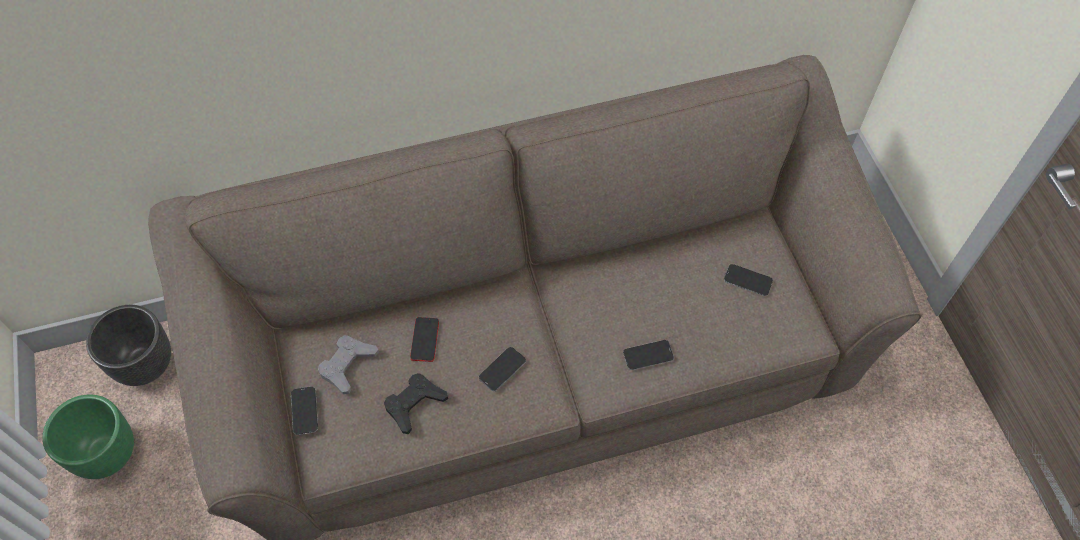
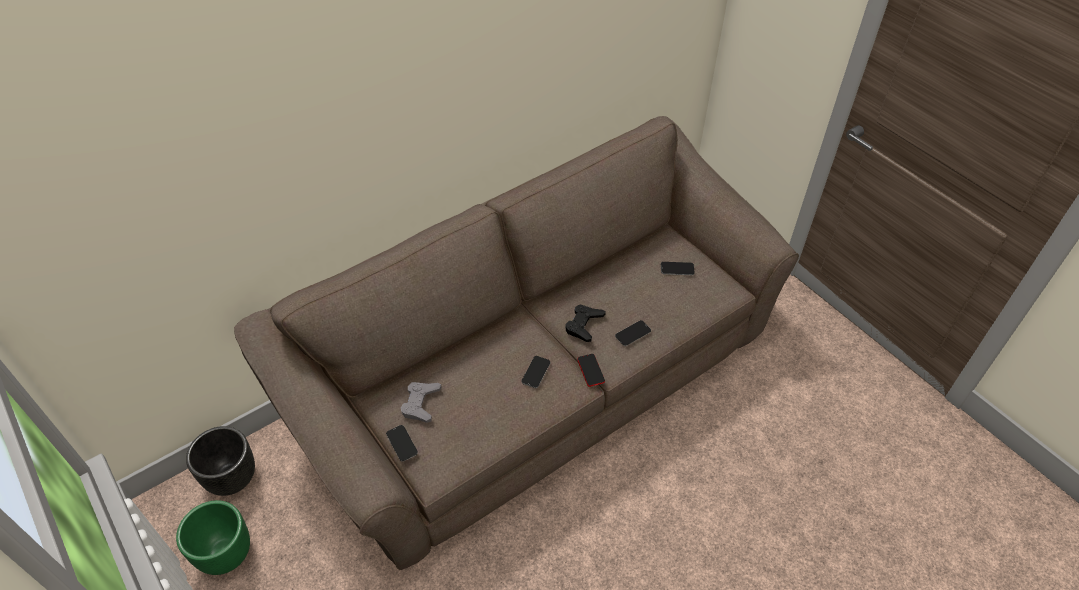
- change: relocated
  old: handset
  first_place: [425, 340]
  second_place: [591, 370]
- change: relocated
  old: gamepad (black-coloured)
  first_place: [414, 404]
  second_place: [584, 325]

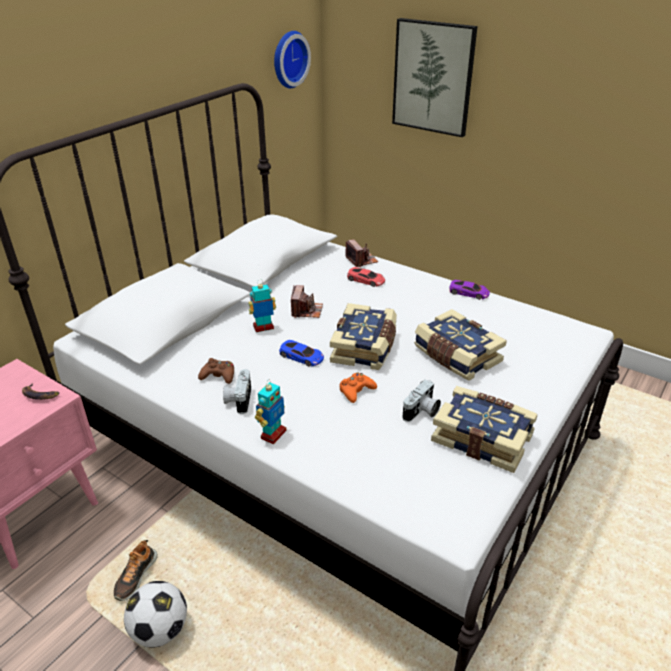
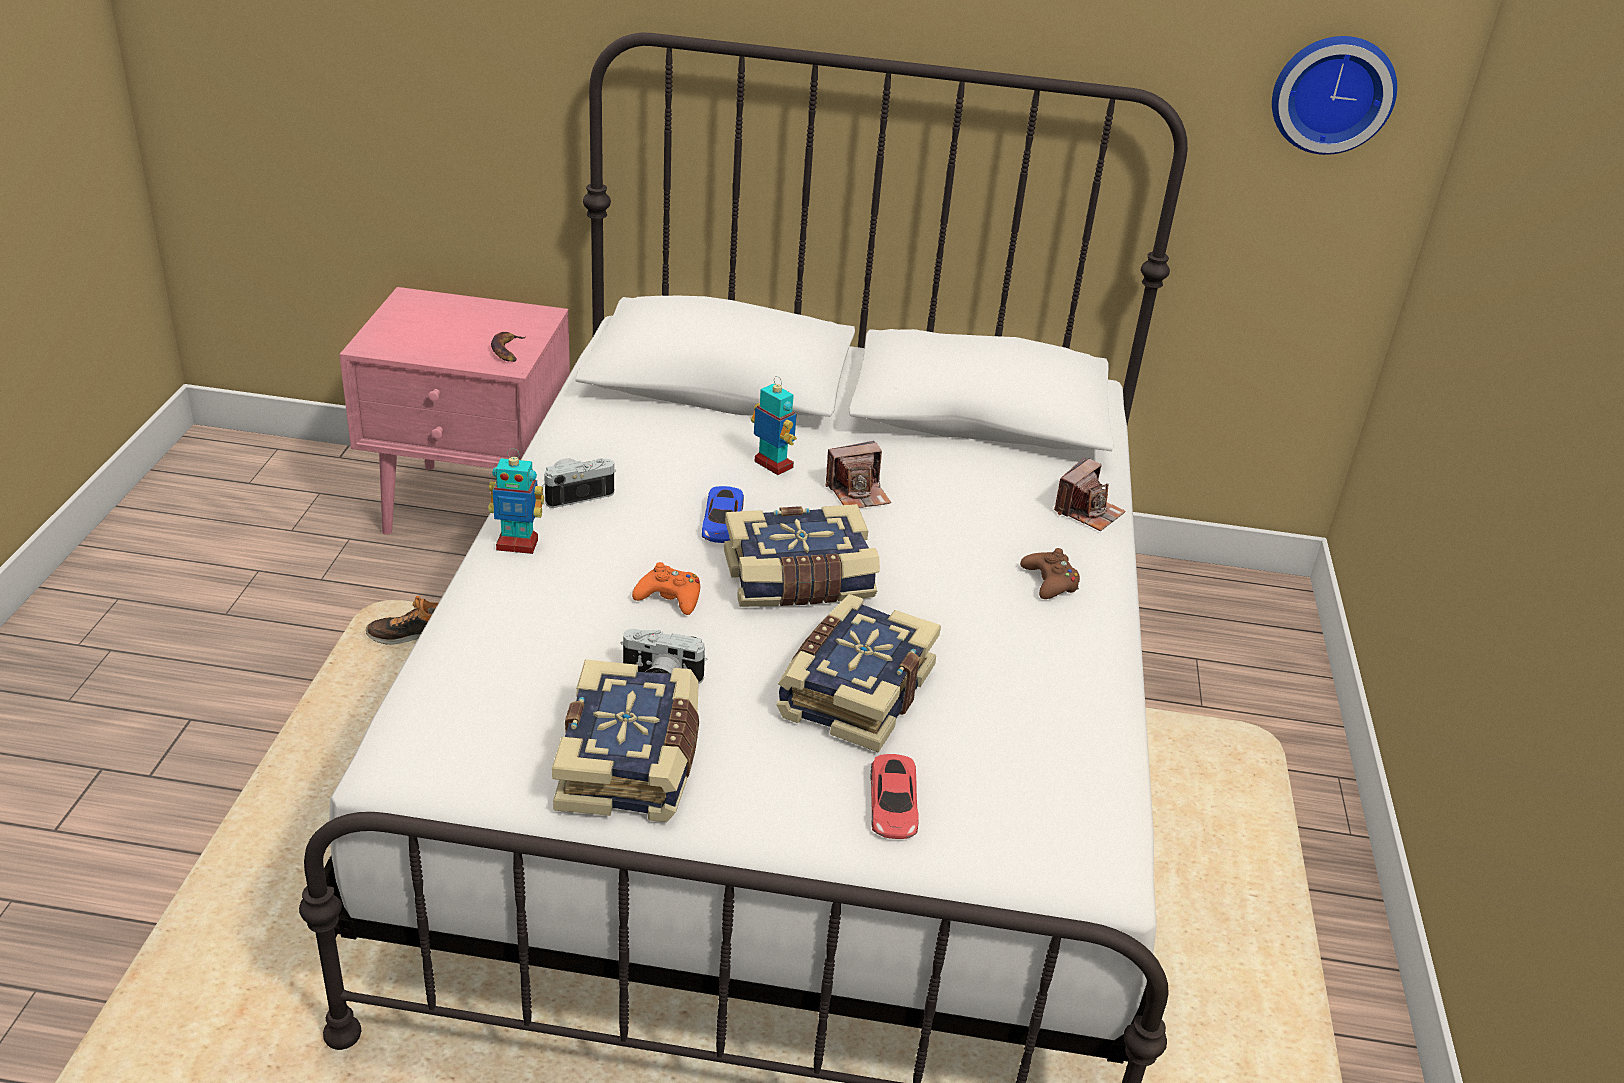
- change: missing
  old: wall art
  first_place: [433, 77]
- change: relocated
  old: toy car (reddish)
  first_place: [366, 280]
  second_place: [893, 803]
- change: missing
  old: toy car (purplish)
  first_place: [469, 293]
- change: relocated
  old: gamepad (brown)
  first_place: [218, 376]
  second_place: [1050, 582]
- change: missing
  old: football
  first_place: [160, 630]

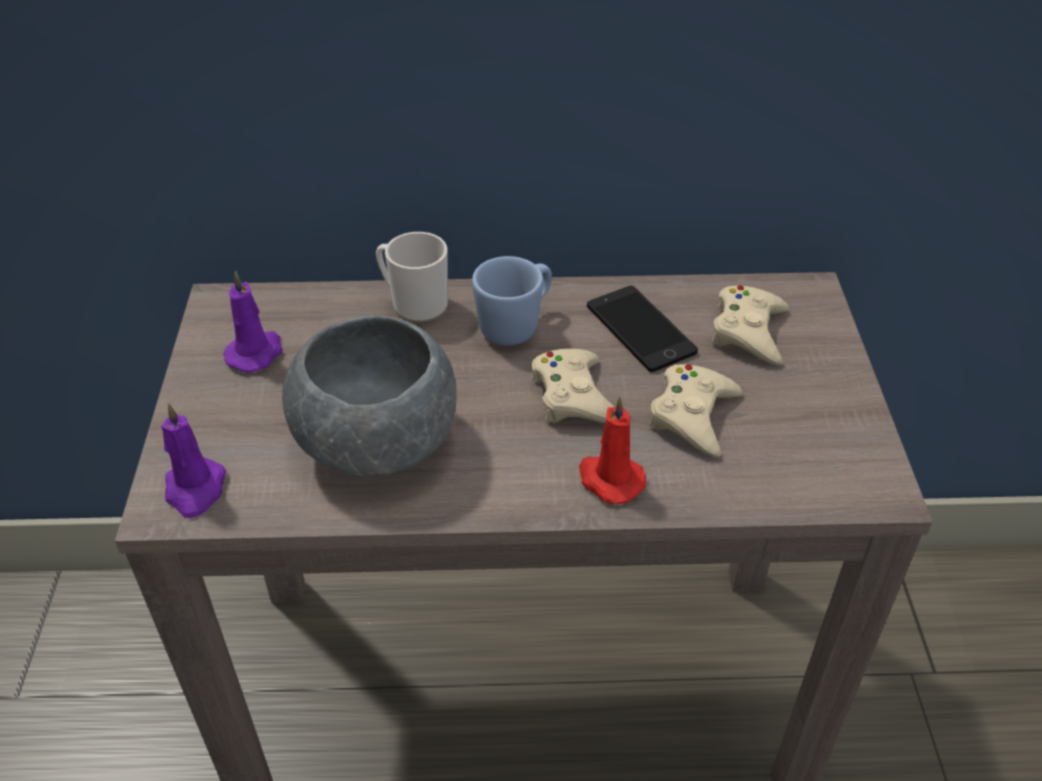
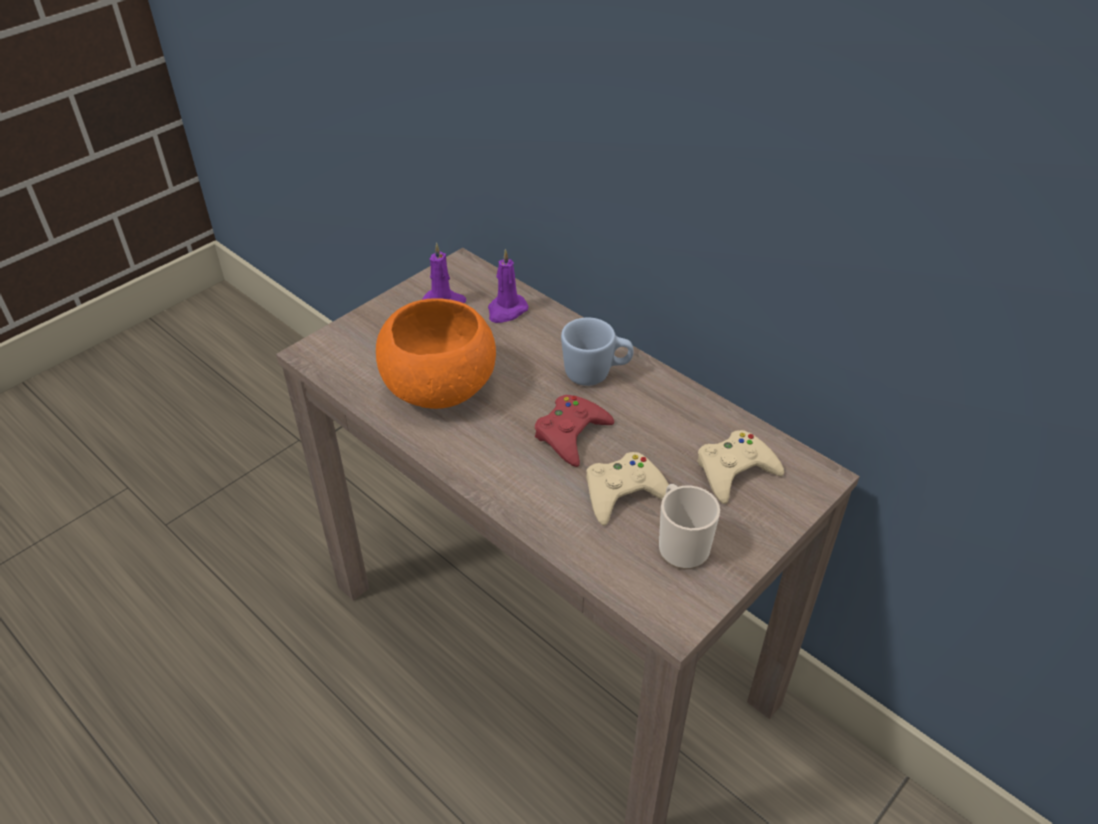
- change: relocated
  old: tea mug
  first_place: [414, 304]
  second_place: [680, 544]
- change: missing
  old: handset
  first_place: [640, 329]
- change: colour
  old: deep dish (greyish)
  new: deep dish (orange-coloured)
  first_place: [378, 441]
  second_place: [440, 387]
- change: colour
  old: gamepad (sand-coloured)
  new: gamepad (reddish)
  first_place: [574, 396]
  second_place: [571, 434]
- change: missing
  old: wax candle (reddish)
  first_place: [609, 479]
- change: relocated
  old: wax candle (purplish)
  first_place: [195, 490]
  second_place: [506, 311]

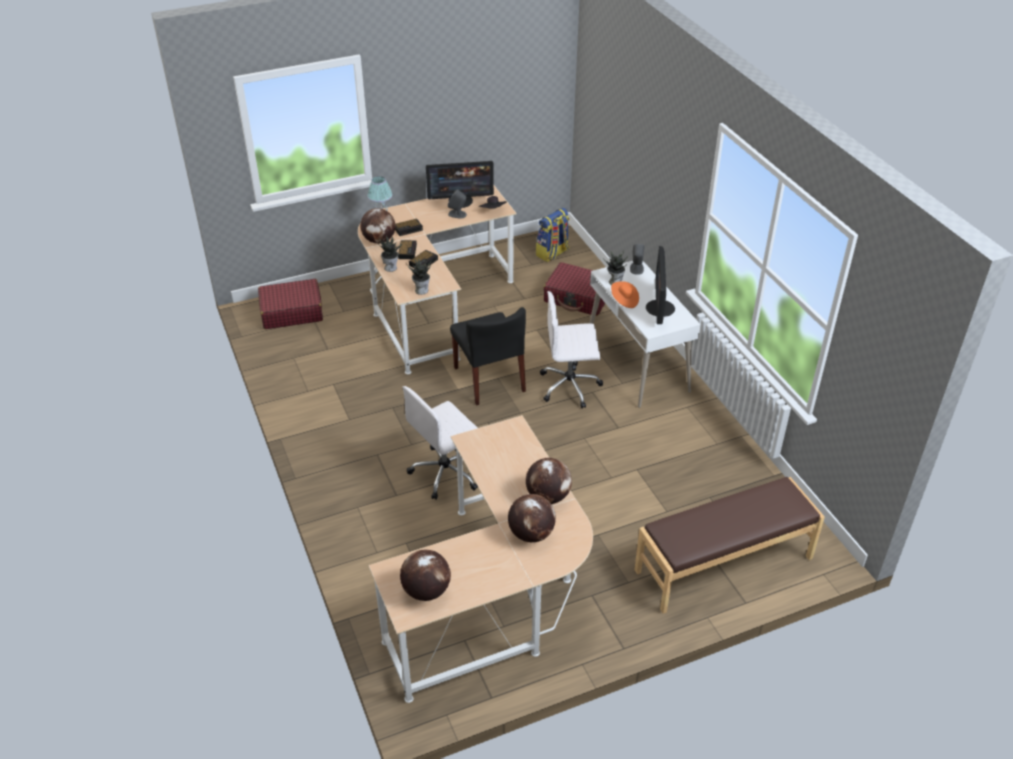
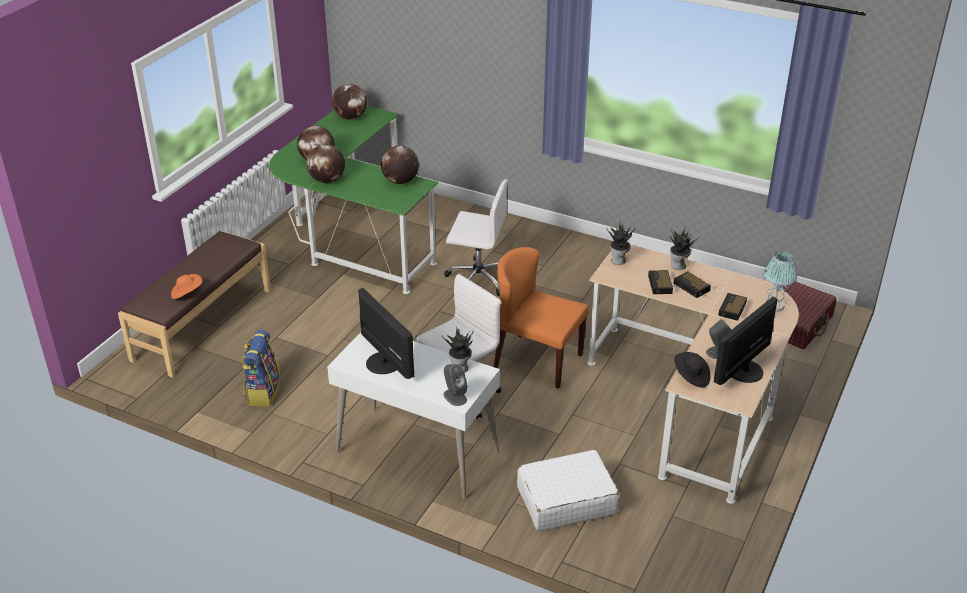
- change: relocated
  old: globe
  first_place: [379, 240]
  second_place: [400, 181]
- change: relocated
  old: backpack
  first_place: [552, 253]
  second_place: [262, 392]
- change: colour
  old: travel case (reddish)
  new: travel case (white-coloured)
  first_place: [578, 297]
  second_place: [565, 500]
- change: relocated
  old: clothing hat (orange-coloured)
  first_place: [624, 300]
  second_place: [187, 293]
- change: colour
  old: plain chair (black-coloured)
  new: plain chair (orange-coloured)
  first_place: [489, 379]
  second_place: [537, 360]
- change: spun
  old: desk chair (white-coloured)
  first_place: [446, 472]
  second_place: [477, 279]
  degrees: 90
- change: colour
  old: desk table (sand-coloured)
  new: desk table (green-coloured)
  first_place: [496, 597]
  second_place: [353, 235]

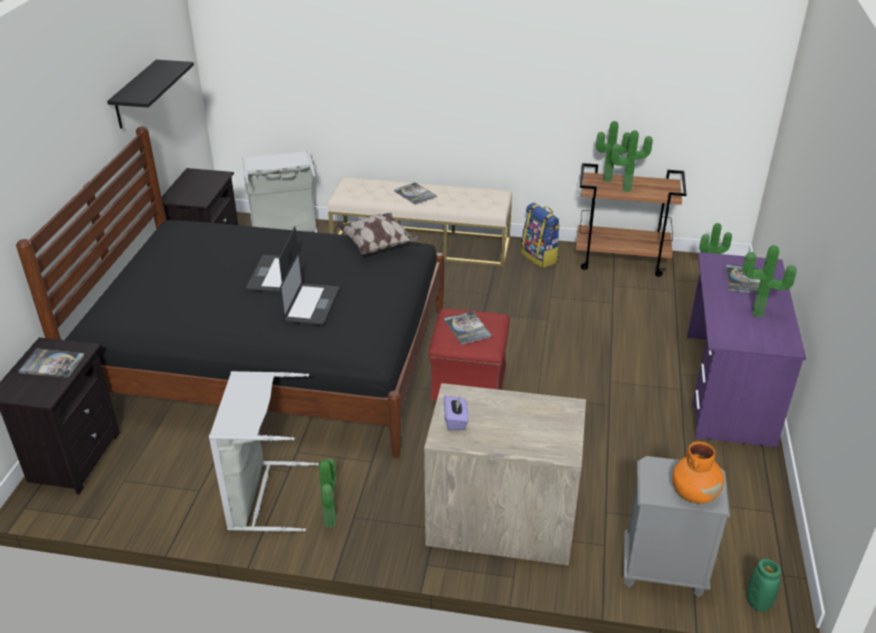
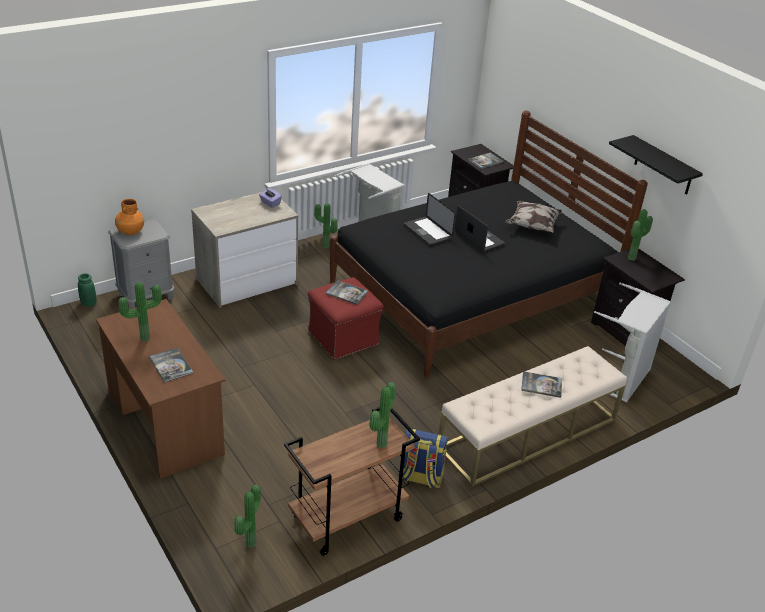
- change: relocated
  old: houseplant
  first_place: [626, 189]
  second_place: [633, 259]
- change: relocated
  old: throw pillow
  first_place: [378, 246]
  second_place: [532, 226]
- change: colour
  old: desk table (purplish)
  new: desk table (brown)
  first_place: [727, 388]
  second_place: [165, 422]

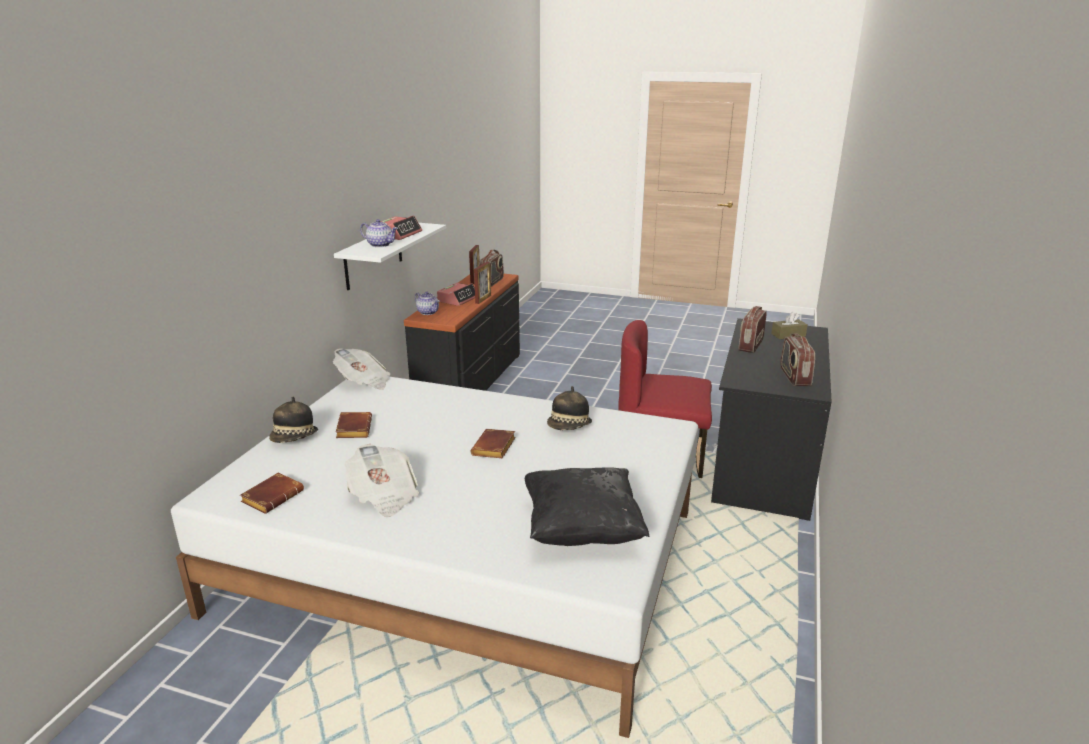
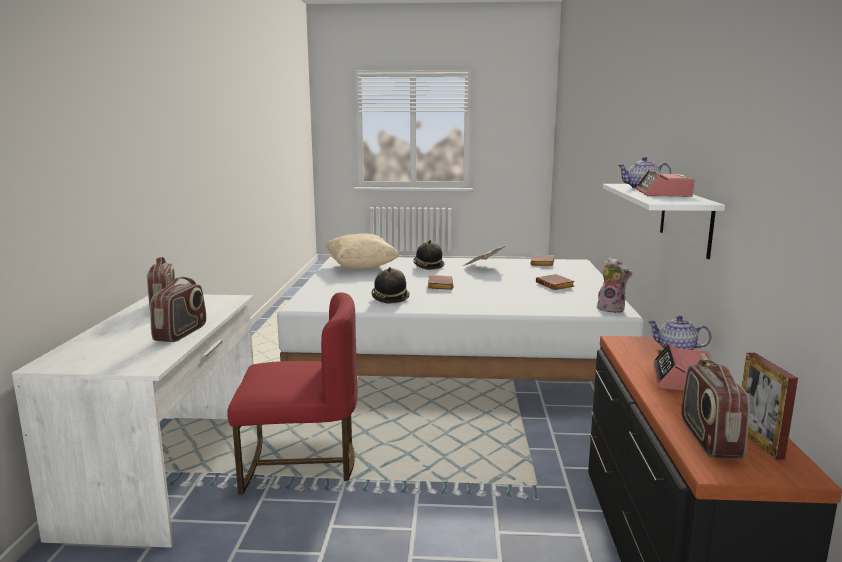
- change: missing
  old: picture frame
  first_place: [483, 299]
- change: missing
  old: tissue box (brown)
  first_place: [788, 335]
- change: colour
  old: desk table (black-coloured)
  new: desk table (white-coloured)
  first_place: [763, 462]
  second_place: [170, 470]
- change: exchanged
  old: printed paper
  new: plush toy
  first_place: [364, 382]
  second_place: [612, 309]
- change: relocated
  old: clothing hat
  first_place: [294, 438]
  second_place: [428, 266]
- change: colour
  old: throw pillow (black-coloured)
  new: throw pillow (sand-coloured)
  first_place: [582, 530]
  second_place: [361, 267]

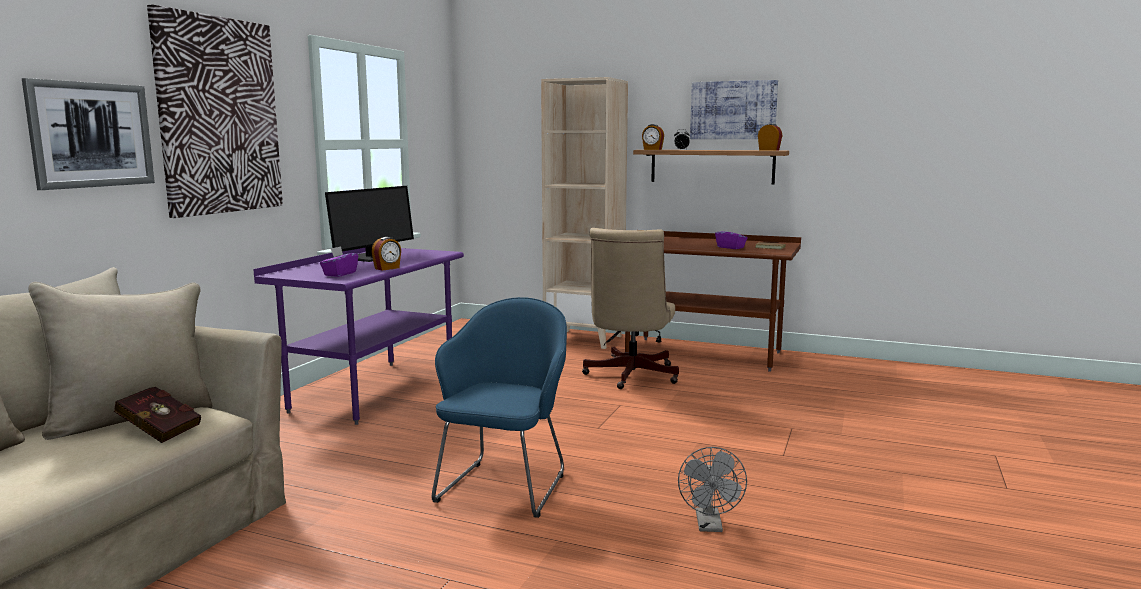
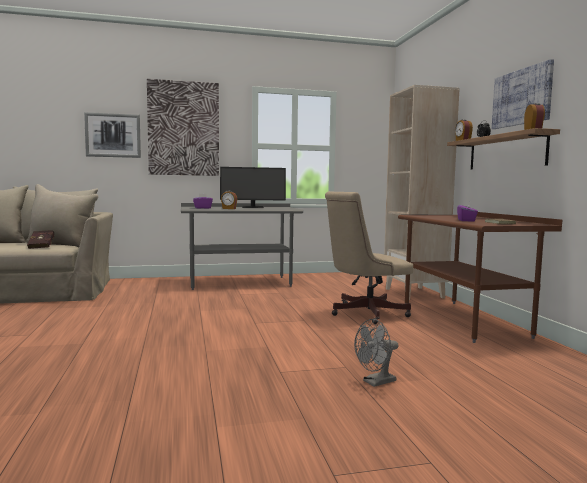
- change: colour
  old: desk table (purplish)
  new: desk table (greyish)
  first_place: [375, 391]
  second_place: [240, 283]
- change: missing
  old: armchair (blue-coloured)
  first_place: [506, 485]
- change: relocated
  old: fan (greyish)
  first_place: [710, 526]
  second_place: [376, 382]

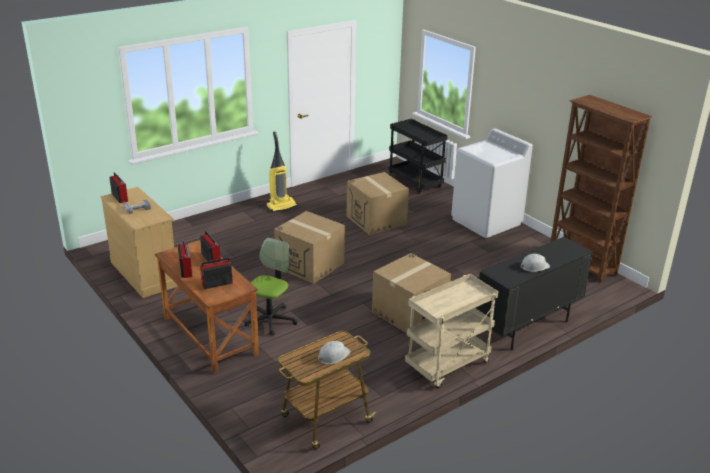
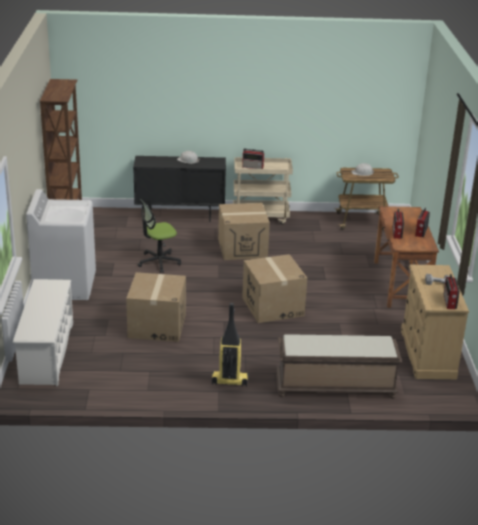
- change: exchanged
  old: trolley (black-coloured)
  new: shoe stand (white-coloured)
  first_place: [416, 183]
  second_place: [47, 352]
- change: relocated
  old: desk chair
  first_place: [270, 320]
  second_place: [158, 262]
- change: relocated
  old: radio
  first_place: [216, 284]
  second_place: [253, 167]
- change: appeared
  new: long seat (brown)
  second_place: [334, 387]

